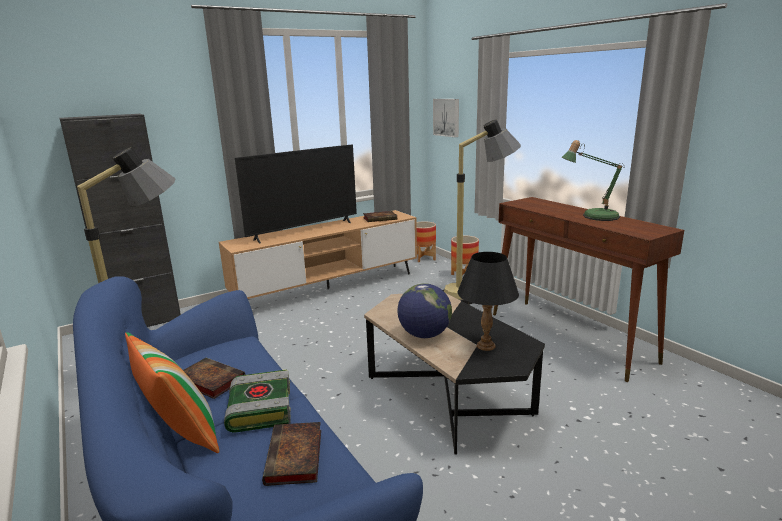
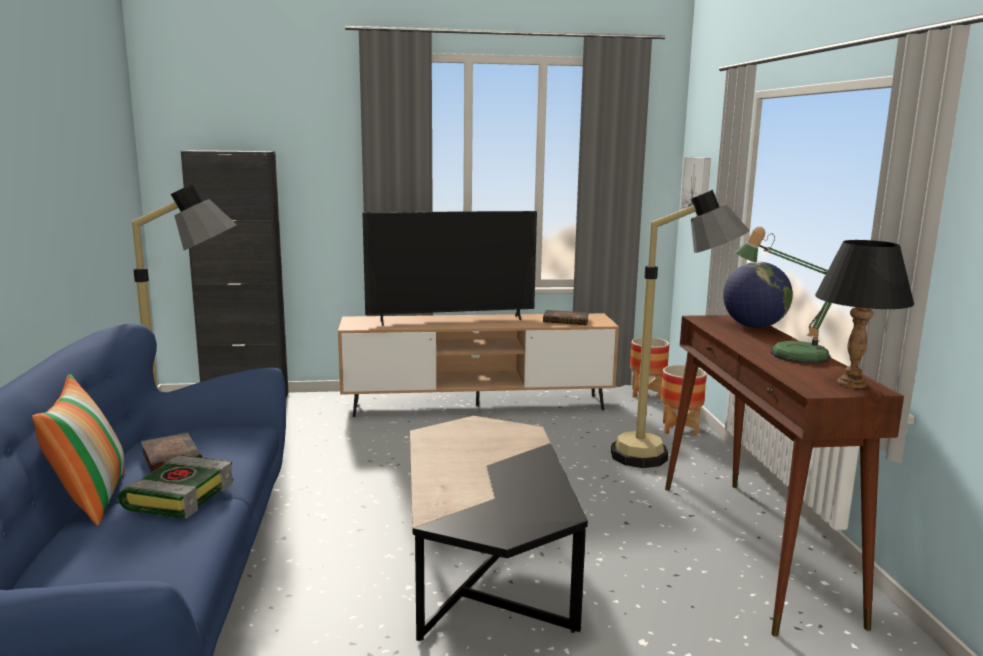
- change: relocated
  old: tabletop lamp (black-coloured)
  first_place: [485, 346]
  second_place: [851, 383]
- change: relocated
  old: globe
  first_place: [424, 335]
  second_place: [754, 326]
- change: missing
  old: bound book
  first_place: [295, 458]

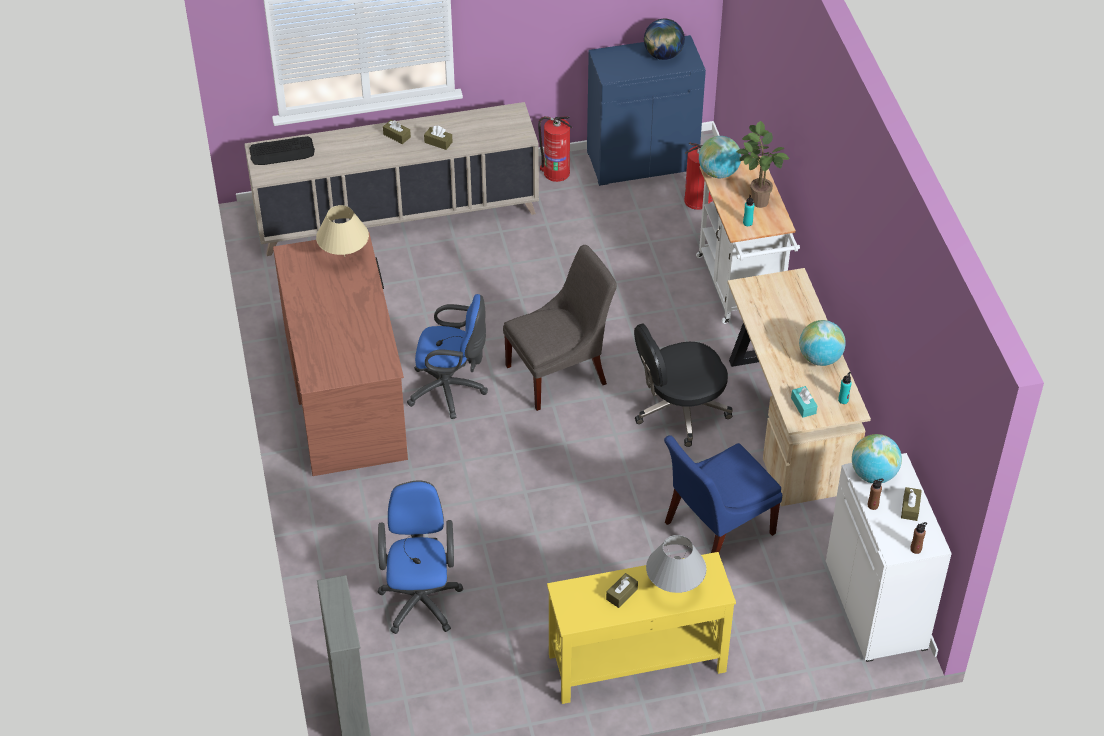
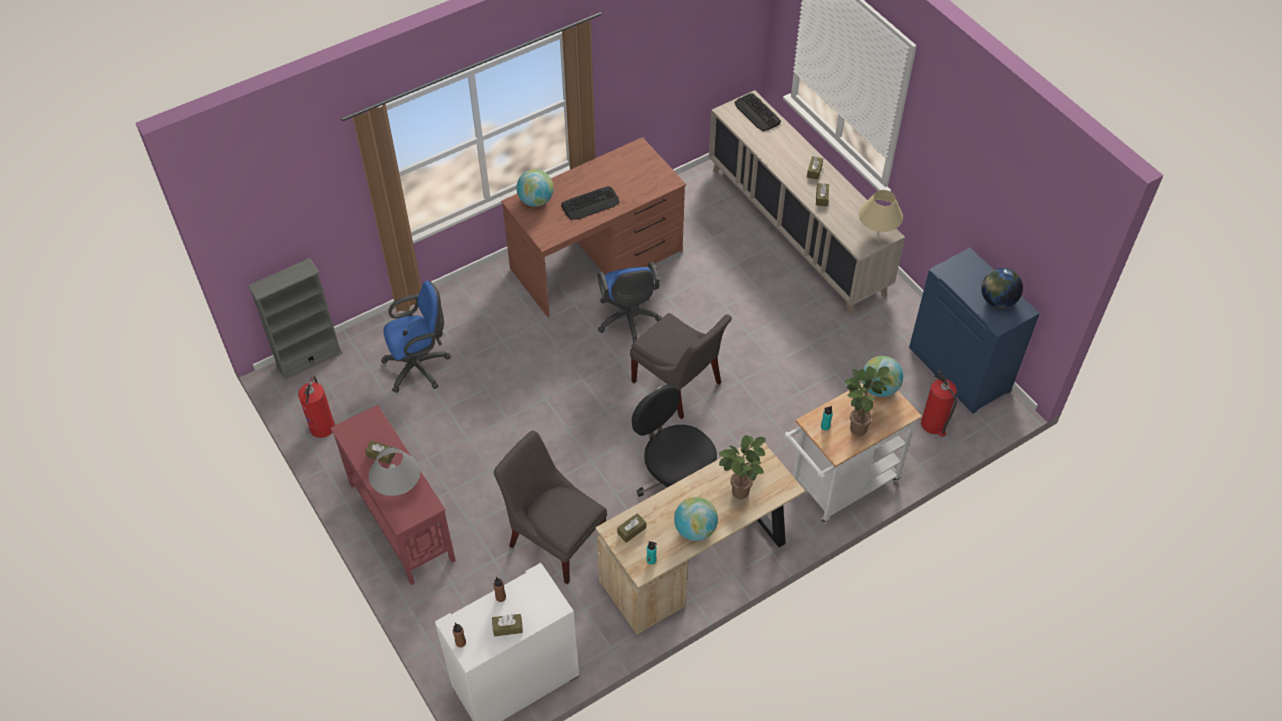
- change: relocated
  old: fire extinguisher
  first_place: [556, 172]
  second_place: [322, 426]
- change: relocated
  old: tabletop lamp (sand-coloured)
  first_place: [344, 256]
  second_place: [877, 232]
- change: colour
  old: tissue box (blue-green)
  new: tissue box (brown)
  first_place: [803, 405]
  second_place: [631, 530]
- change: relocated
  old: globe
  first_place: [873, 474]
  second_place: [536, 201]
- change: colour
  old: plain chair (blue-coloured)
  new: plain chair (greyish)
  first_place: [715, 530]
  second_place: [554, 538]
- change: colour
  old: console table (yellow-coloured)
  new: console table (reddish)
  first_place: [636, 663]
  second_place: [401, 520]
- change: appeared
  new: computer keyboard
  second_place: [590, 204]
- change: appeared
  new: houseplant
  second_place: [740, 494]

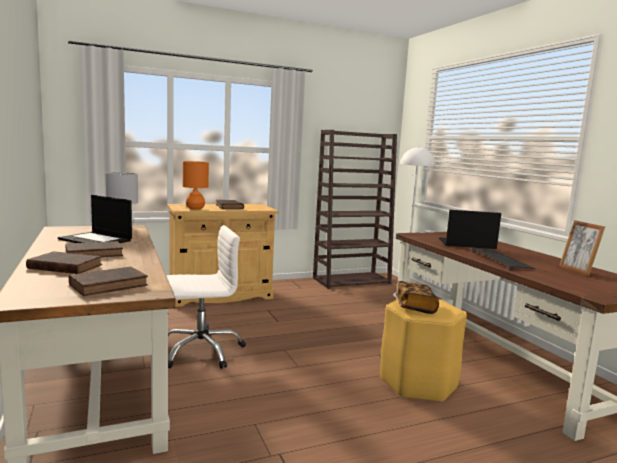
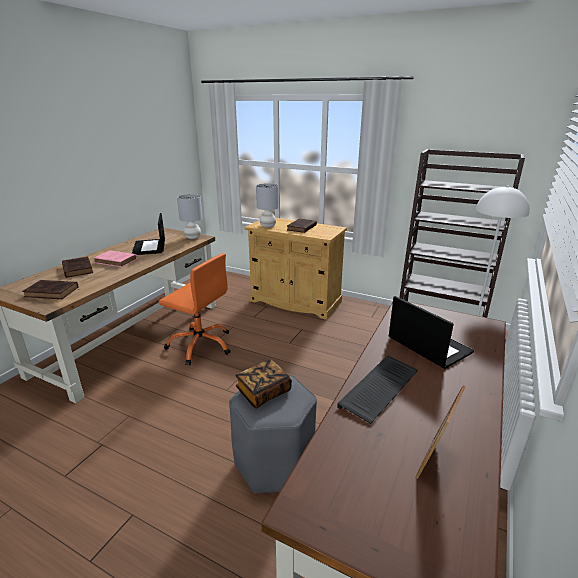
- change: colour
  old: tabletop lamp (orange-coloured)
  new: tabletop lamp (greyish)
  first_place: [195, 208]
  second_place: [268, 226]
- change: colour
  old: desk chair (white-coloured)
  new: desk chair (orange-coloured)
  first_place: [201, 351]
  second_place: [200, 345]
- change: colour
  old: bound book (brown)
  new: bound book (pinkish)
  first_place: [96, 253]
  second_place: [117, 261]
- change: colour
  old: stool (yellow-coloured)
  new: stool (greyish)
  first_place: [418, 383]
  second_place: [274, 462]

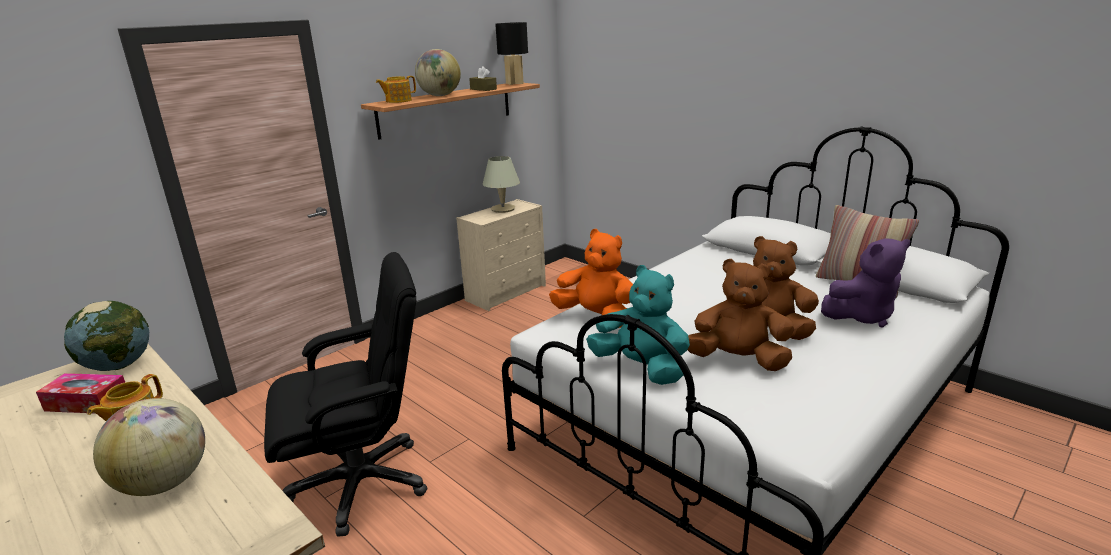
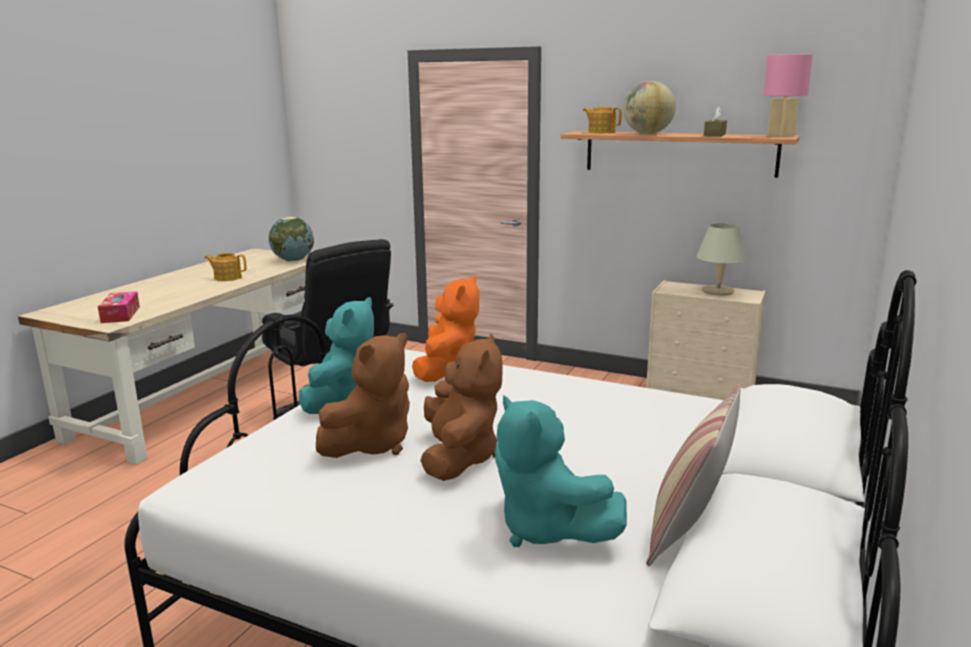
- change: colour
  old: tabletop lamp (black-coloured)
  new: tabletop lamp (pinkish)
  first_place: [514, 83]
  second_place: [780, 136]
- change: colour
  old: plush toy (purplish)
  new: plush toy (blue-green)
  first_place: [862, 316]
  second_place: [546, 529]
- change: spun
  old: plush toy (brown)
  first_place: [738, 360]
  second_place: [372, 444]
  degrees: 45
- change: relocated
  old: tissue box
  first_place: [87, 402]
  second_place: [120, 314]
- change: missing
  old: globe
  first_place: [164, 483]

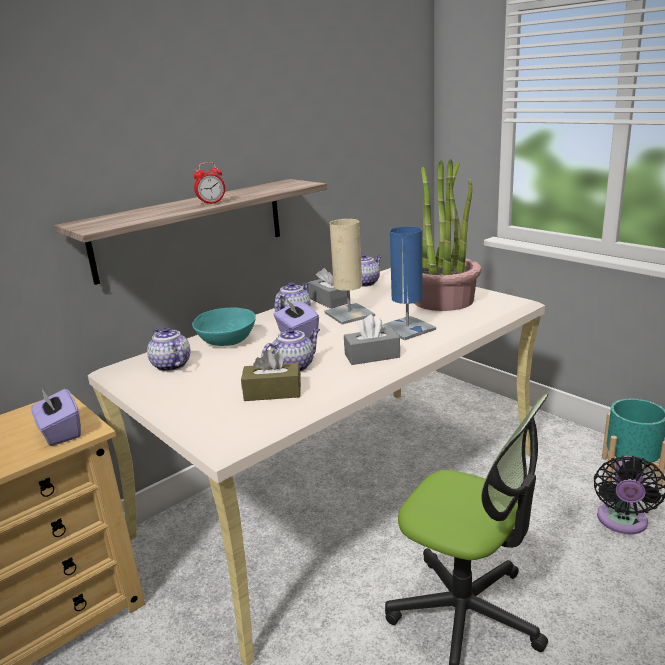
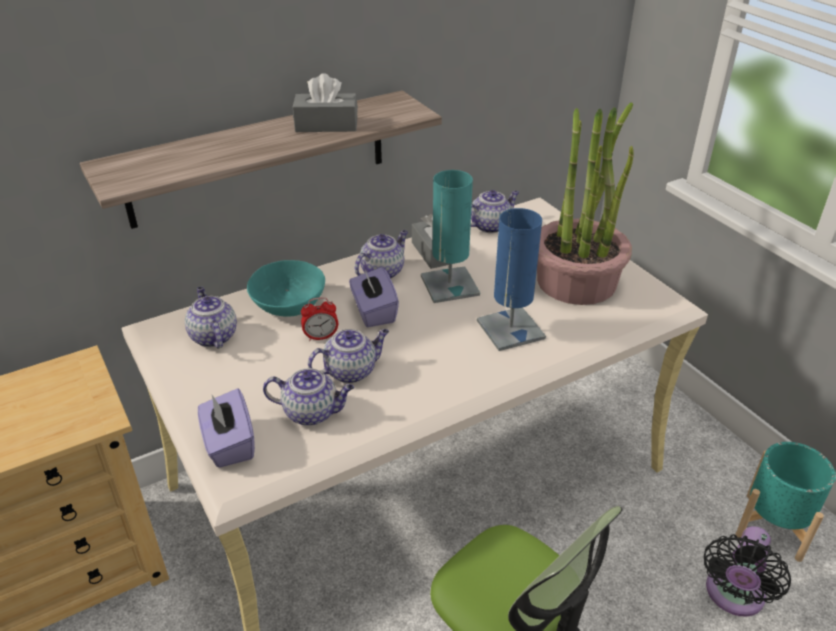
- change: relocated
  old: table clock
  first_place: [211, 203]
  second_place: [321, 337]
- change: colour
  old: tabletop lamp (sand-coloured)
  new: tabletop lamp (blue-green)
  first_place: [349, 314]
  second_place: [449, 285]
- change: relocated
  old: tissue box (greyish)
  first_place: [372, 356]
  second_place: [326, 125]
- change: exchanged
  old: tissue box (brown)
  new: tea pot
  first_place: [272, 392]
  second_place: [312, 412]
- change: relocated
  old: tissue box (purplish)
  first_place: [60, 432]
  second_place: [229, 444]

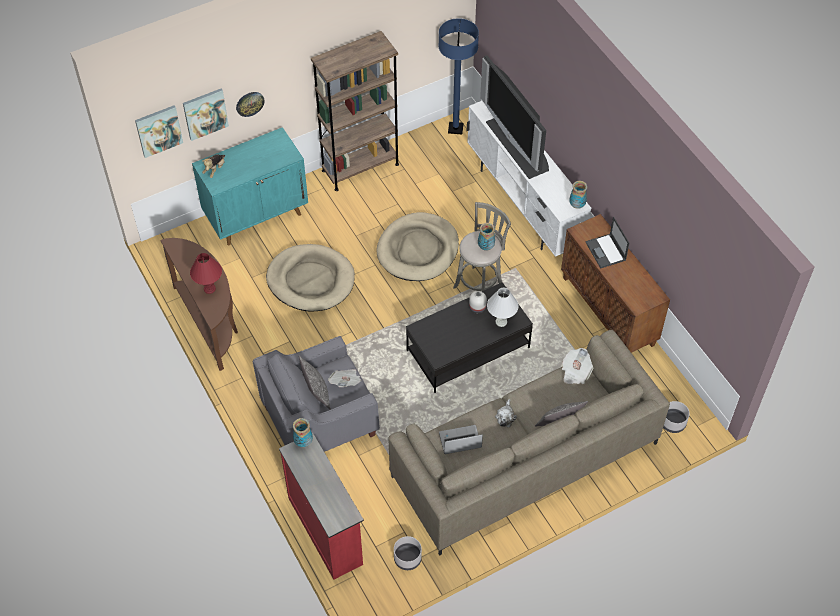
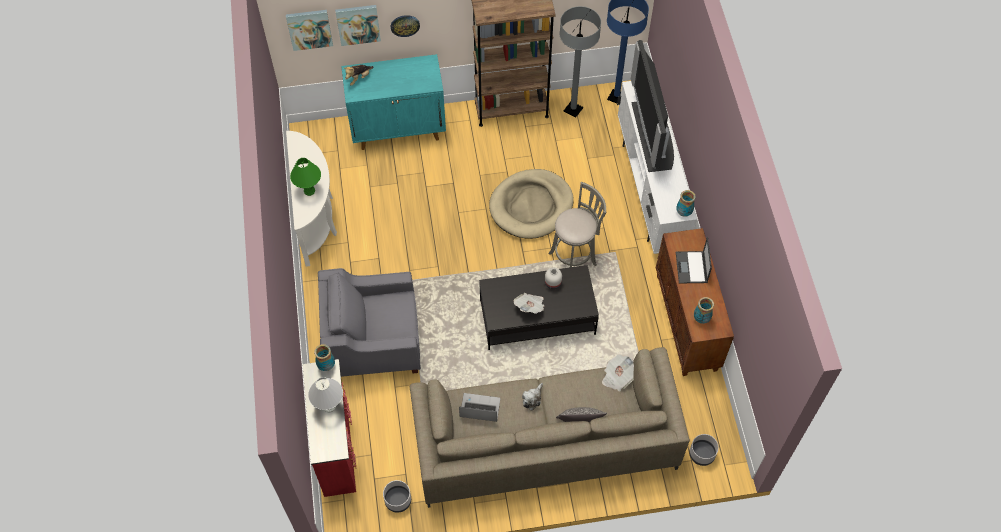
- change: relocated
  old: vase
  first_place: [486, 247]
  second_place: [701, 319]
- change: colour
  old: console table (brown)
  new: console table (white-coloured)
  first_place: [211, 322]
  second_place: [316, 218]
- change: missing
  old: pet bed (sand-coloured)
  first_place: [311, 280]
- change: colour
  old: tabletop lamp (reddish)
  new: tabletop lamp (green-coloured)
  first_place: [210, 288]
  second_place: [309, 190]
- change: relocated
  old: tabletop lamp (white-coloured)
  first_place: [501, 322]
  second_place: [329, 406]
- change: missing
  old: throw pillow
  first_place: [316, 393]
- change: relocated
  old: printed paper
  first_place: [346, 382]
  second_place: [530, 307]
- change: appeared
  new: floor lamp (greyish)
  second_place: [573, 110]

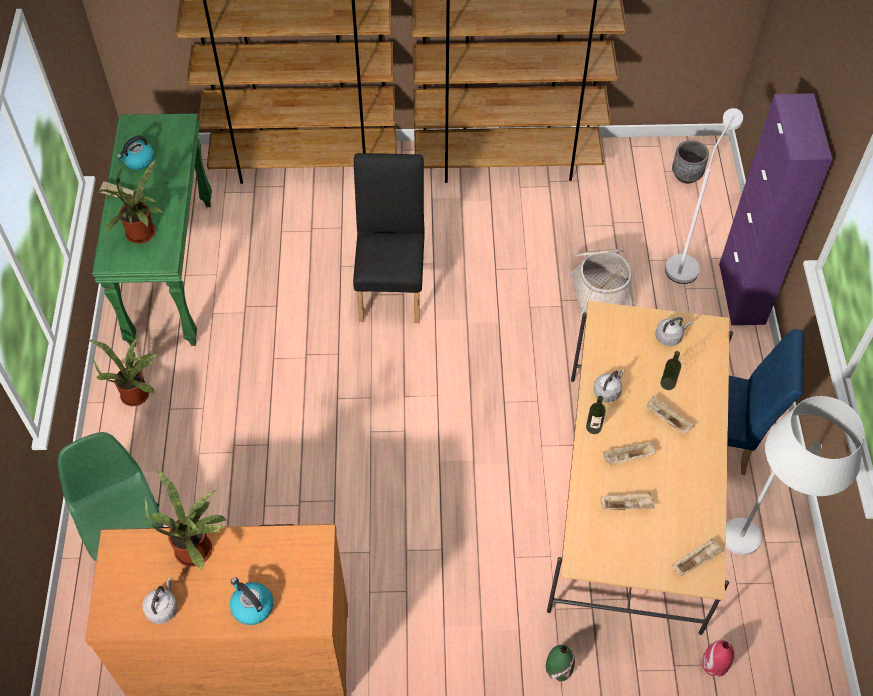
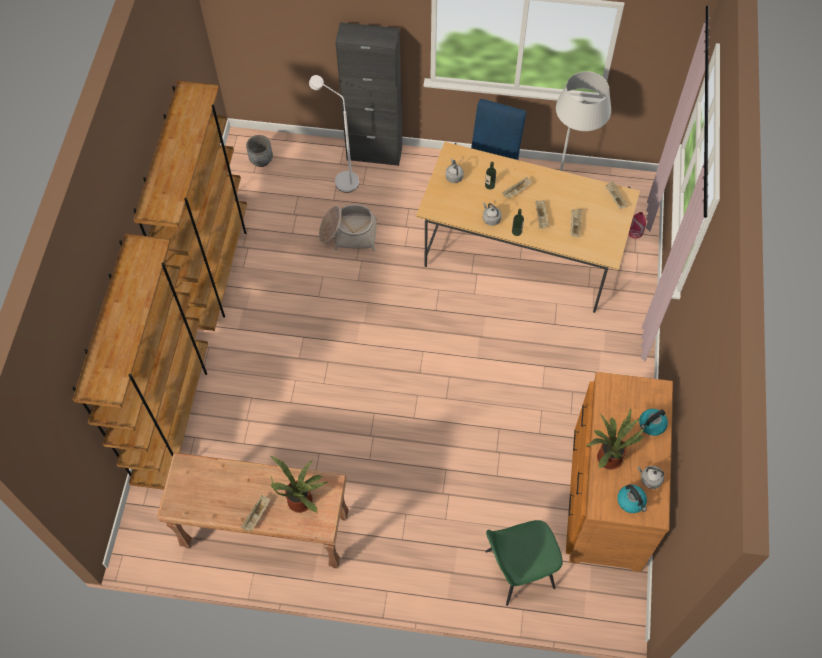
- change: colour
  old: cupboard (purplish)
  new: cupboard (black-coloured)
  first_place: [741, 294]
  second_place: [374, 153]
- change: colour
  old: console table (green-coloured)
  new: console table (brown)
  first_place: [171, 272]
  second_place: [265, 533]
- change: relocated
  old: kettle
  first_place: [138, 160]
  second_place: [631, 501]
- change: missing
  old: plain chair (black-coloured)
  first_place: [392, 286]
- change: missing
  old: houseplant
  first_place: [137, 393]
- change: missing
  old: vase (green-coloured)
  first_place: [558, 667]

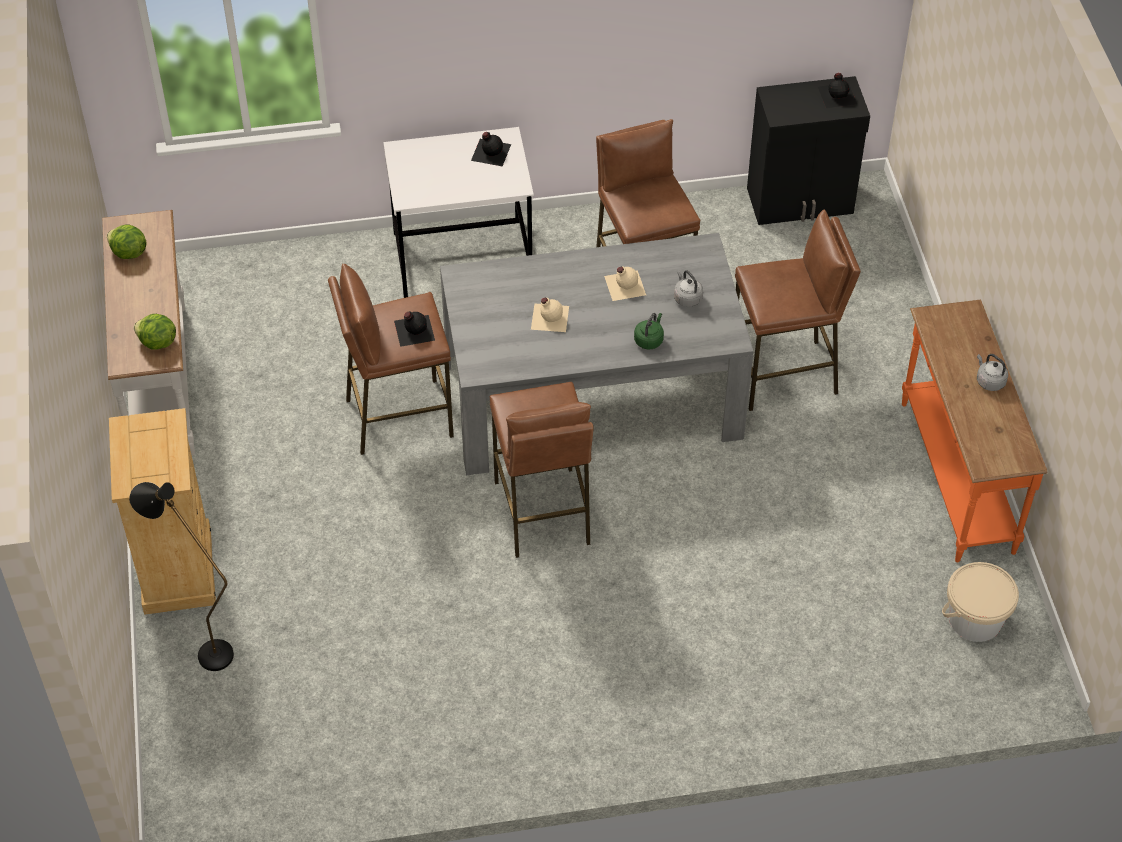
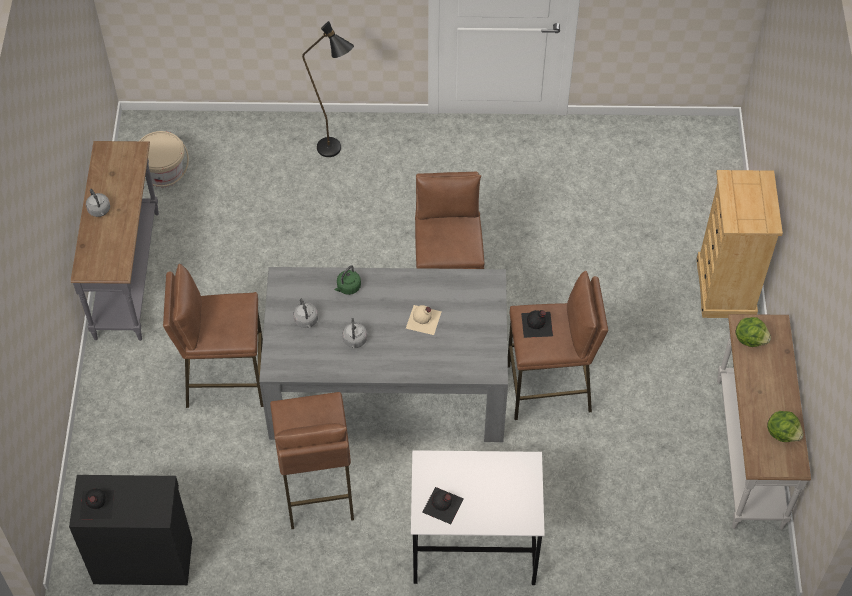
- change: exchanged
  old: drink bottle (sand-coloured)
  new: kettle (greyish)
  first_place: [624, 285]
  second_place: [355, 341]
- change: colour
  old: console table (orange-coloured)
  new: console table (greyish)
  first_place: [954, 477]
  second_place: [129, 274]
- change: relocated
  old: floor lamp (black-coloured)
  first_place: [204, 650]
  second_place: [336, 152]

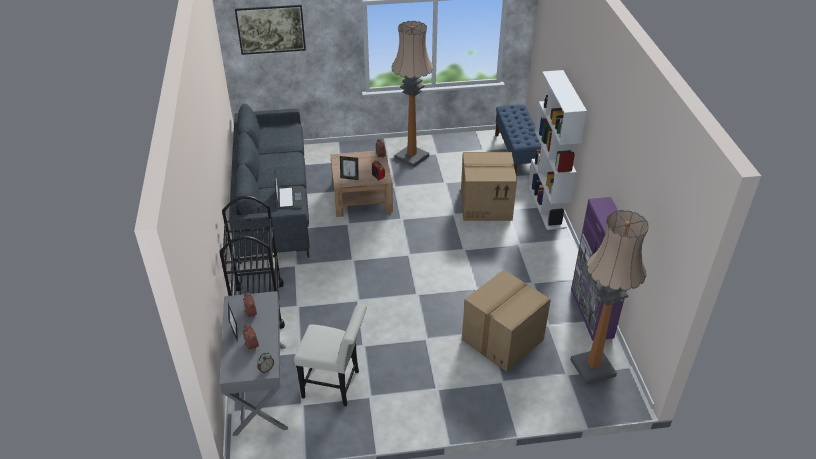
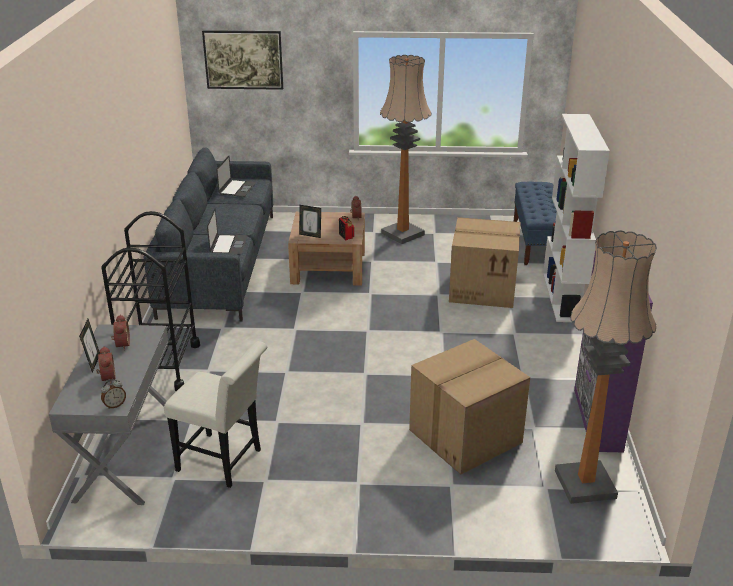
- change: appeared
  new: notebook computer
  second_place: [237, 188]

